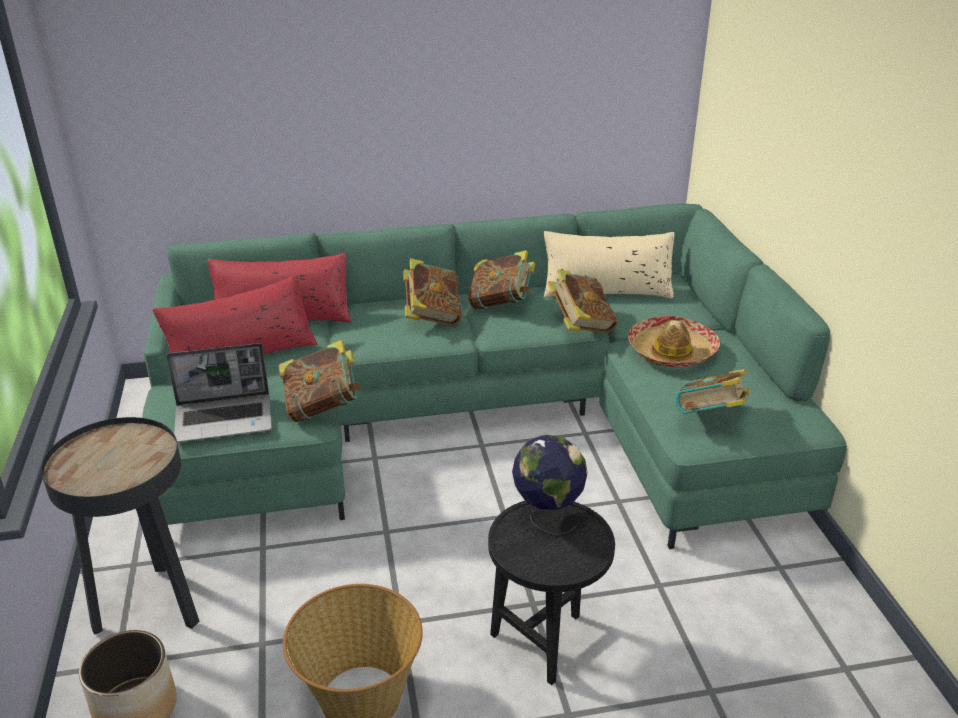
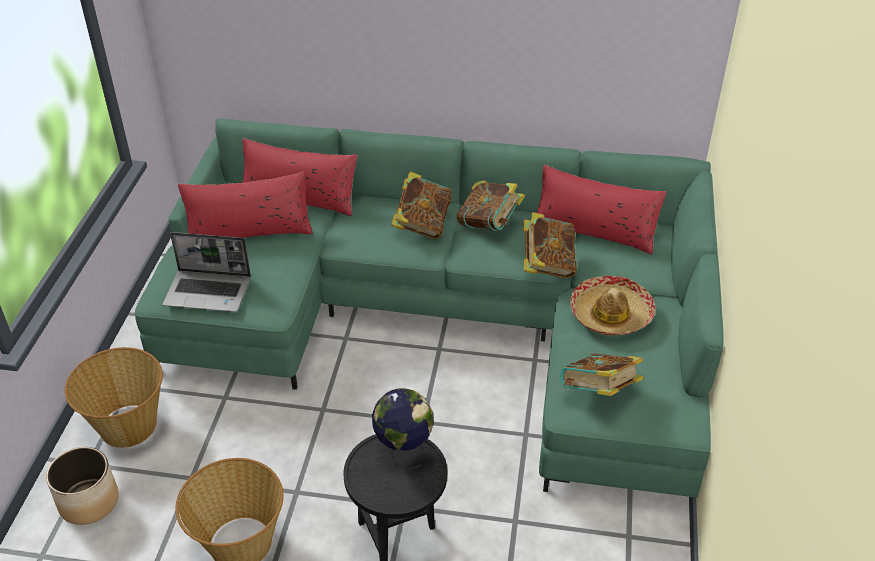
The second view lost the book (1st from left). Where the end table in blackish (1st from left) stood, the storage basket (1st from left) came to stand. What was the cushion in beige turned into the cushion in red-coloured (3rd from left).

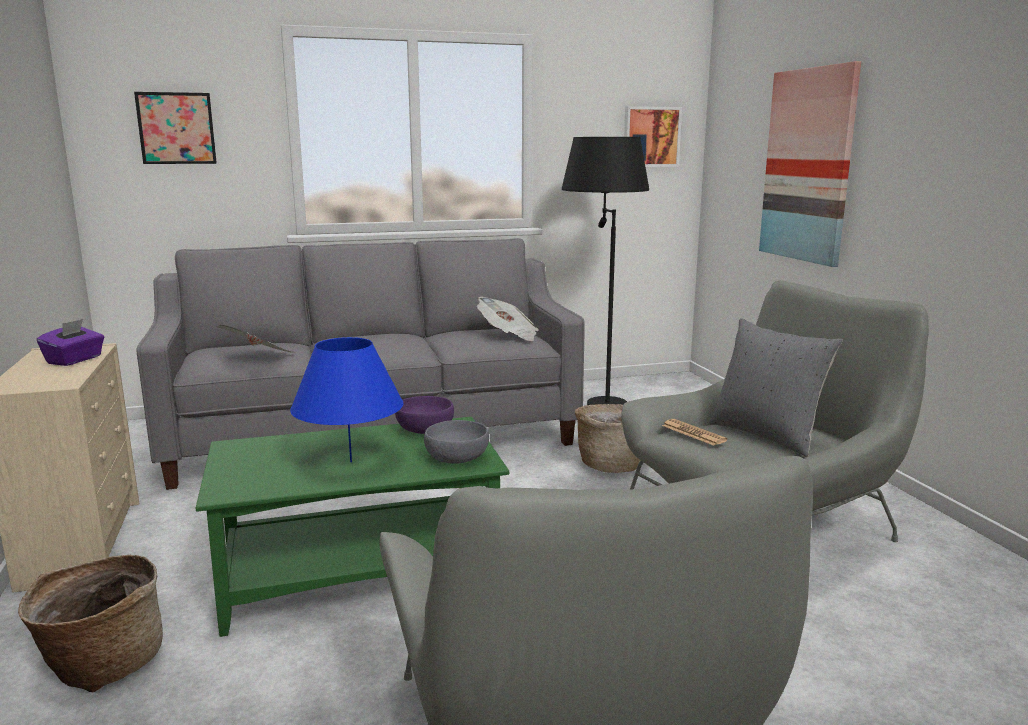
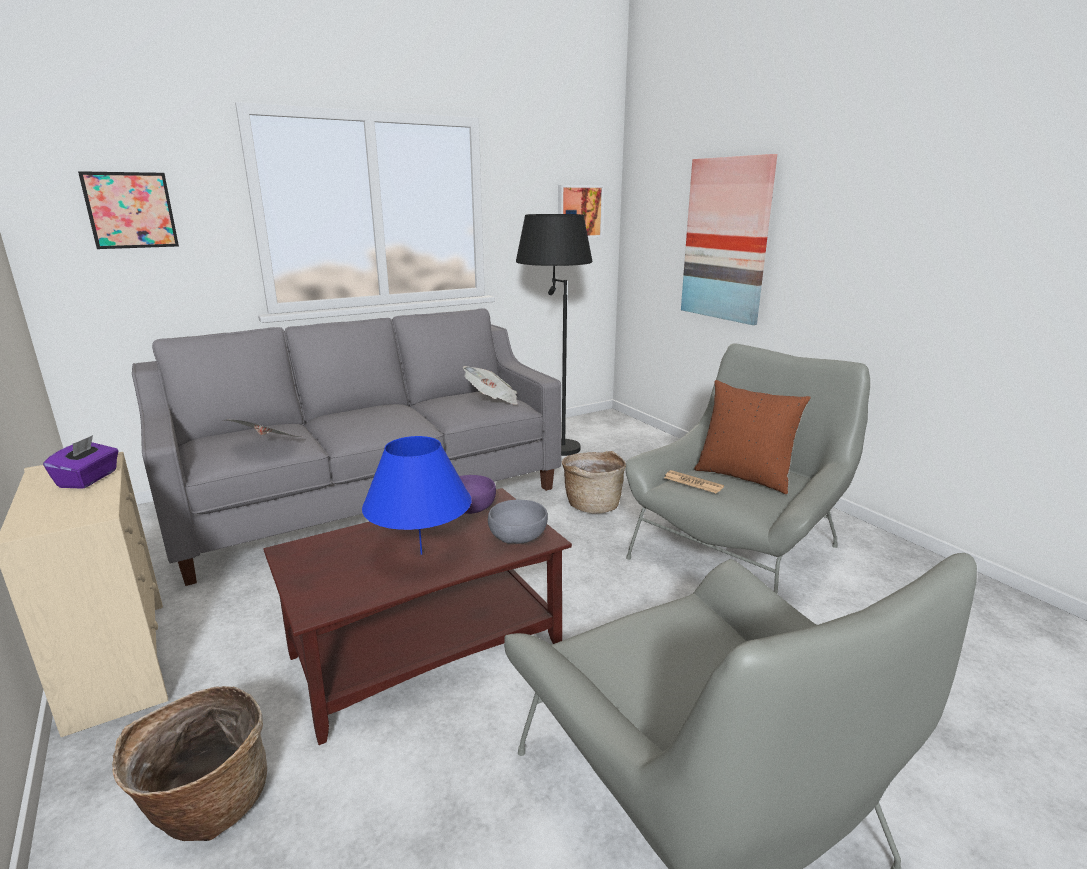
What was the lounge table in greenish turned into the lounge table in brown. What was the cushion in grey turned into the cushion in brown.

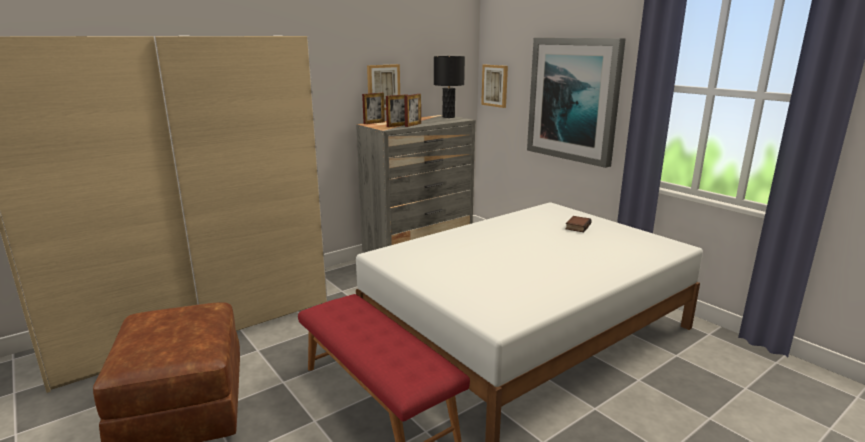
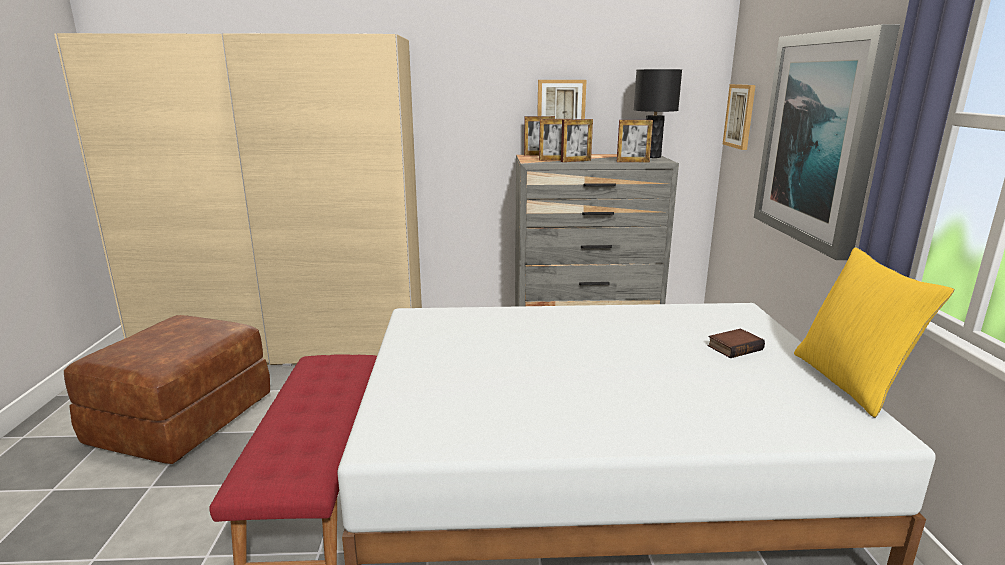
The second view gained the standing frame (4th from left). The second view gained the cushion in yellowish.

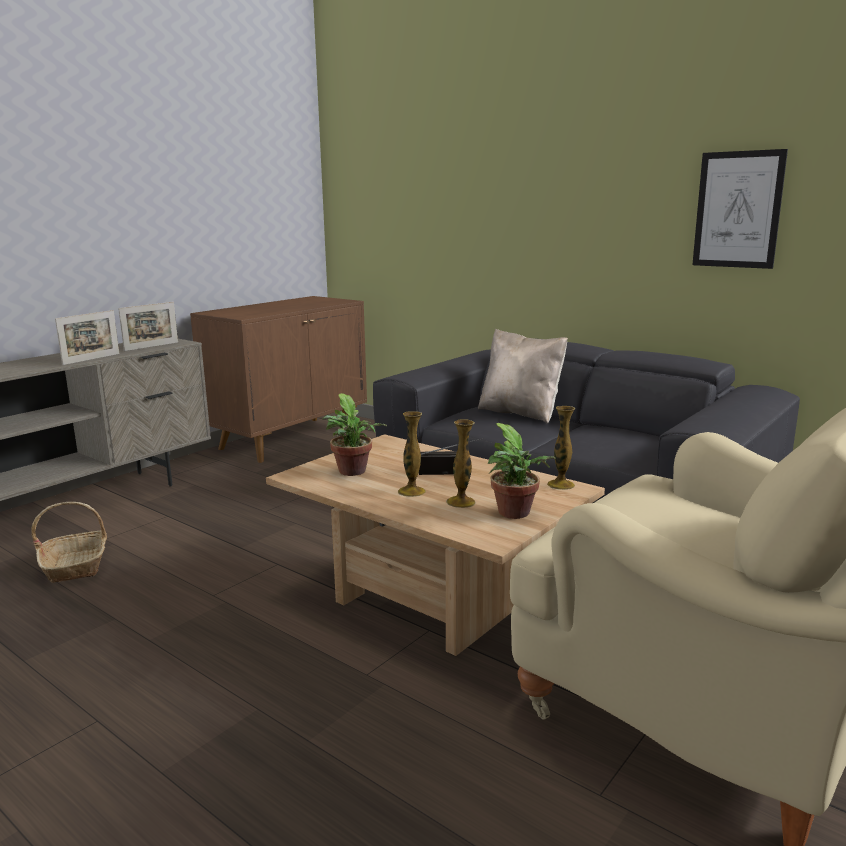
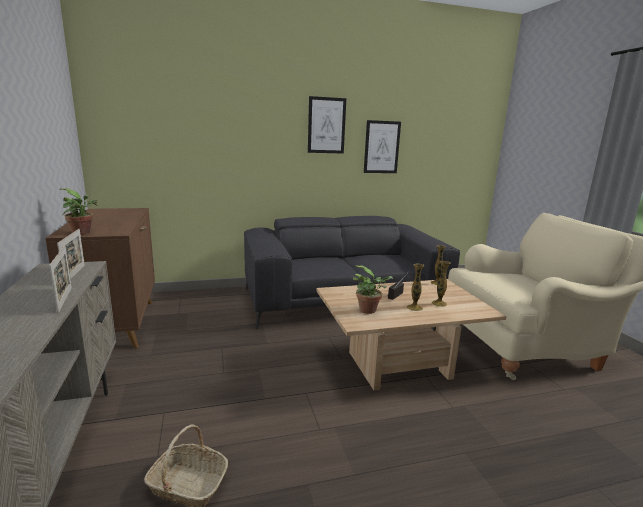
The second view lost the cushion in beige. The second view gained the wall art (1st from left). The houseplant (2nd from left in the first image) ended up elsewhere.

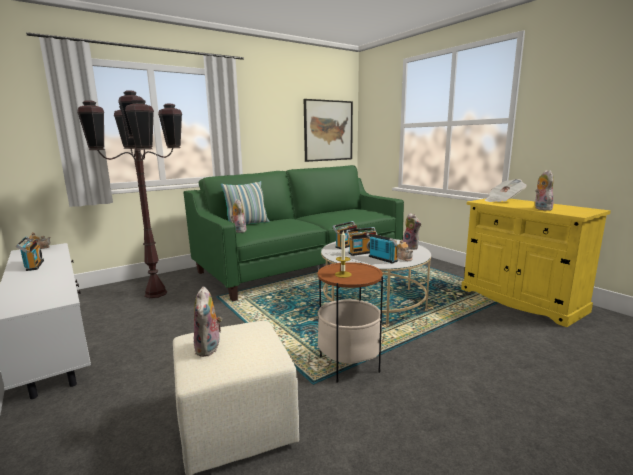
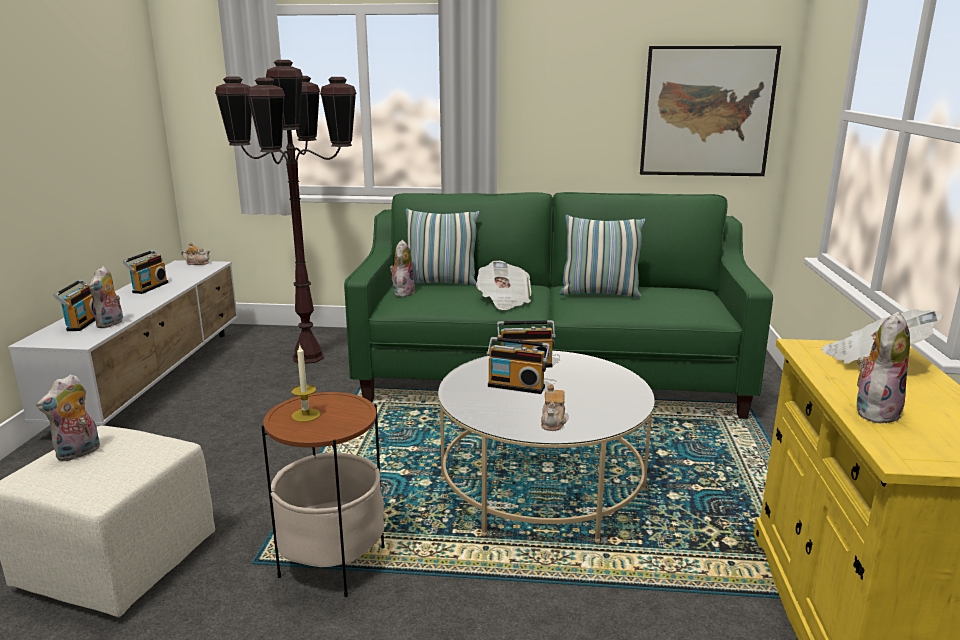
The second view gained the daily paper (1st from left). The second view gained the cushion (2nd from left). The radio set (4th from left in the first image) ended up elsewhere. The cuddly toy (3rd from left in the first image) ended up elsewhere.

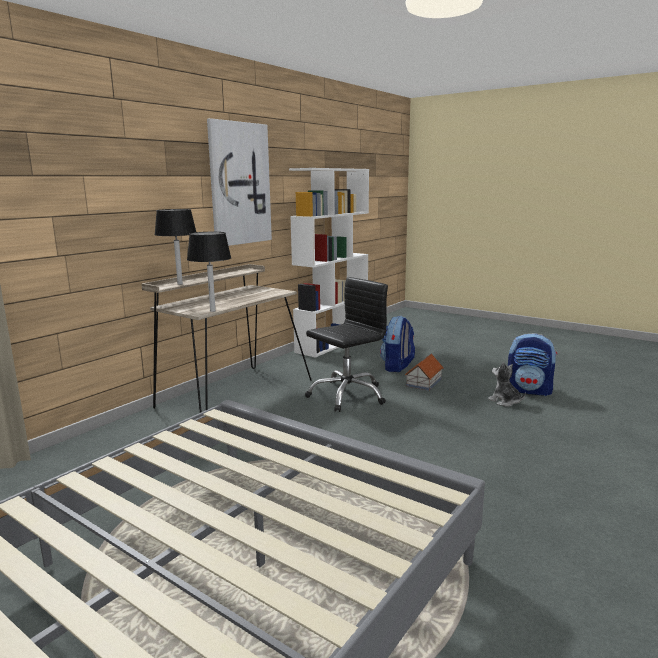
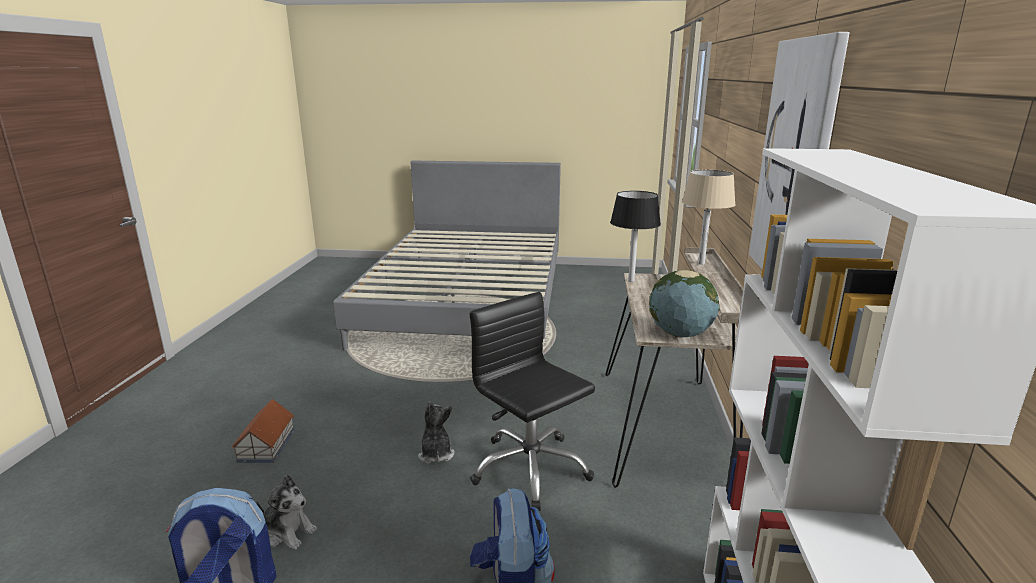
The second view gained the cuddly toy (2nd from left). The second view gained the world globe. The miniature house ended up elsewhere. What was the table lamp in blackish (1st from left) turned into the table lamp in beige. The office chair in blackish ended up facing another way, 120 degrees clockwise from before.

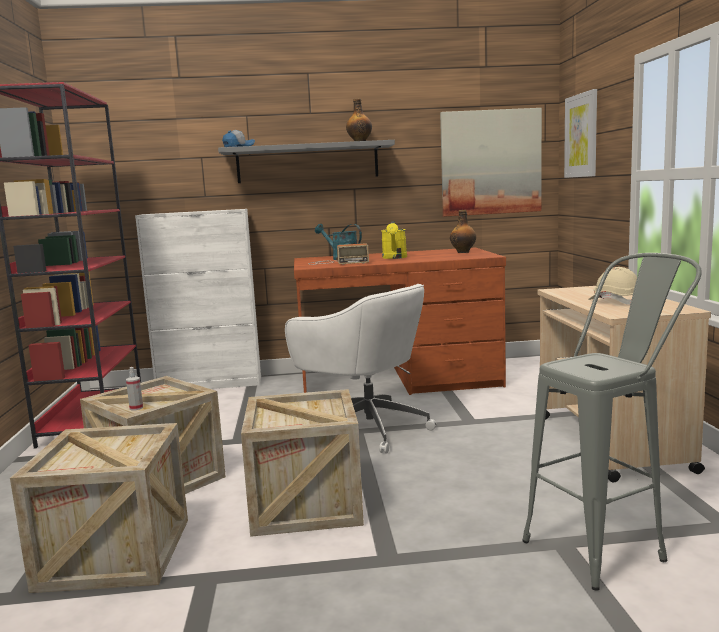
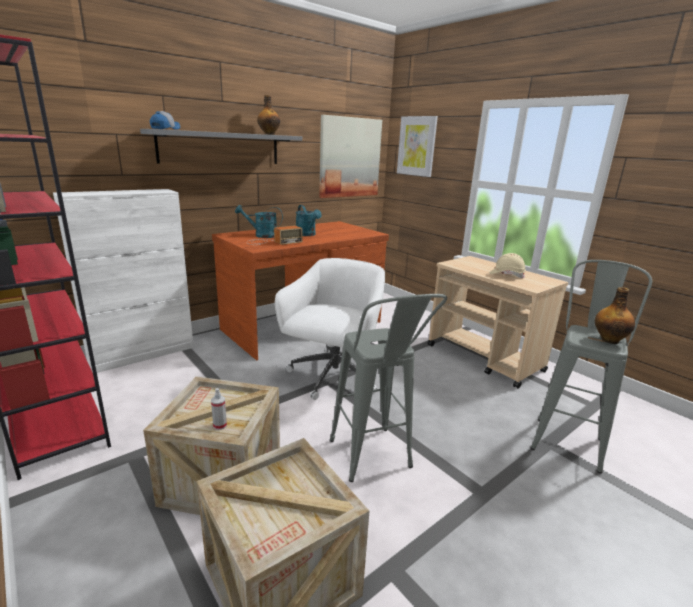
The drink bottle (2nd from left) ended up elsewhere. Where the shipping crate (3rd from left) stood, the stool in grey (1st from left) came to stand. What was the watering pot in yellowish turned into the watering pot in turquoise (2nd from left). The office chair in white-coloured ended up facing another way, 75 degrees counterclockwise from before.

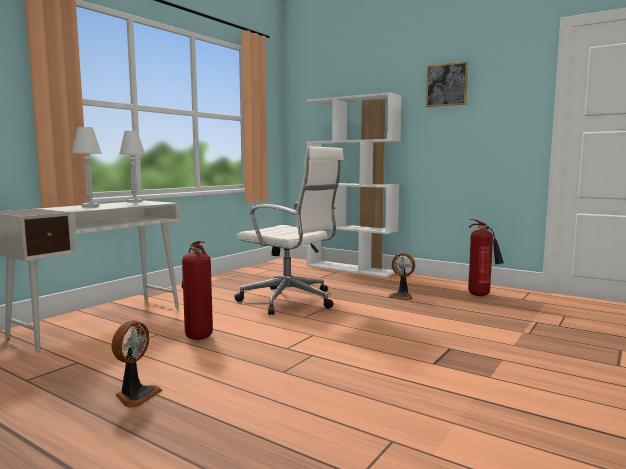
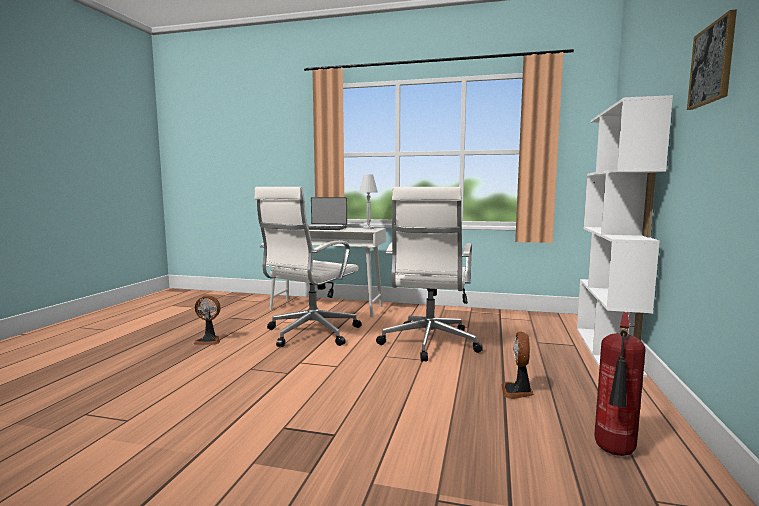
Where the table lamp in white-coloured (1st from left) stood, the portable computer came to stand. Where the fire extinguisher (1st from left) stood, the office chair in white-coloured (1st from left) came to stand.

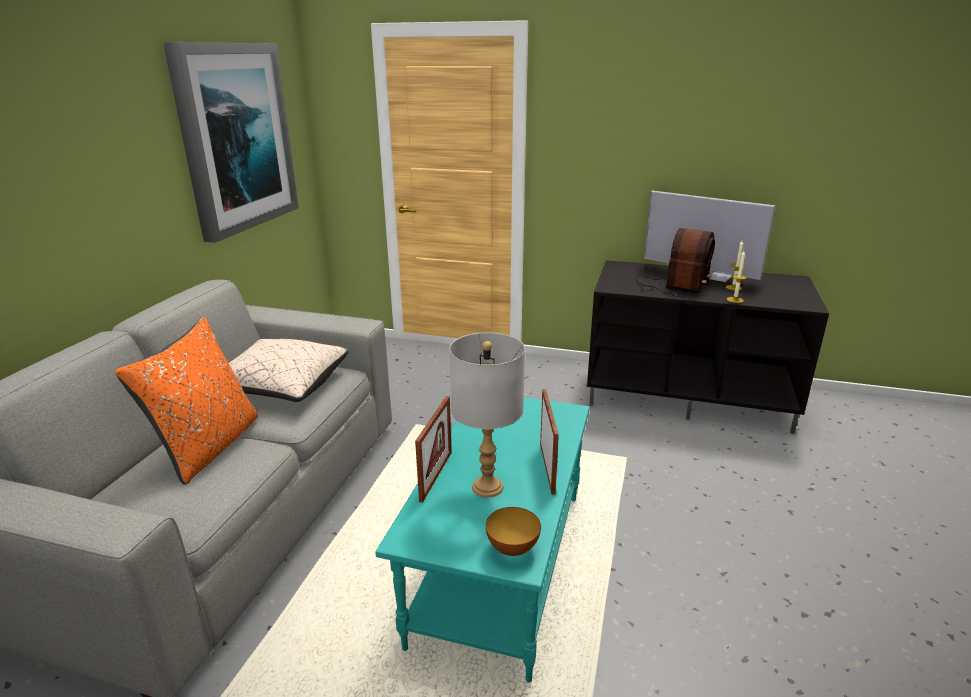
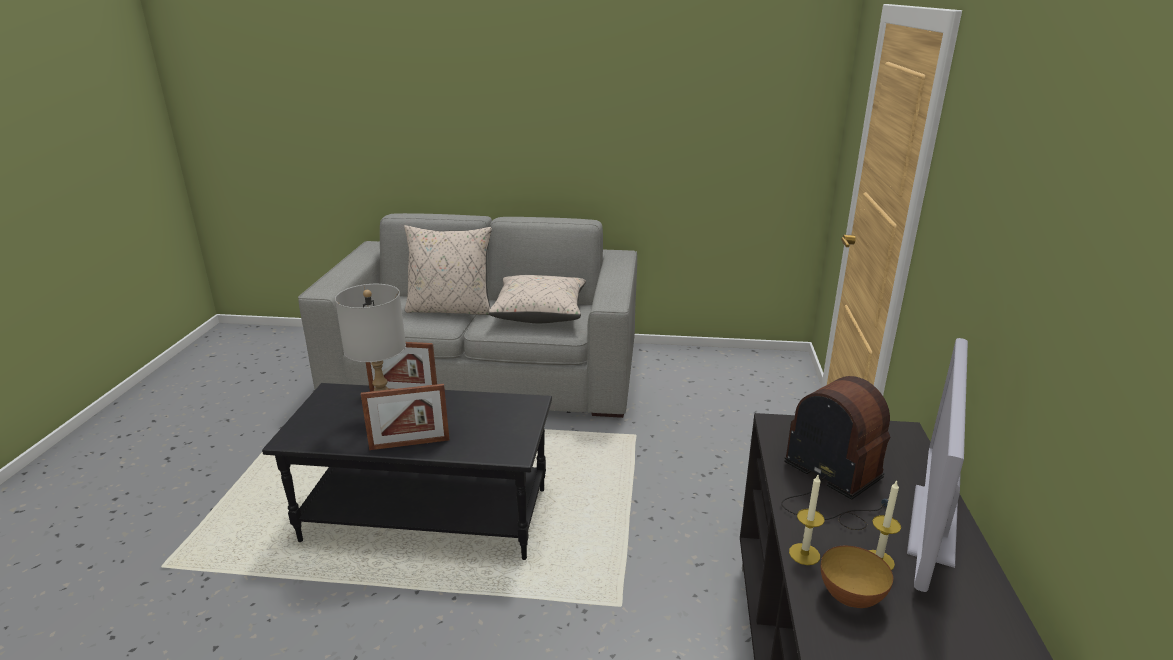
The second view lost the wall art. The bowl ended up elsewhere. What was the cushion in orangey turned into the cushion in beige (1st from left). What was the lounge table in turquoise turned into the lounge table in blackish. The radio set ended up facing another way, 150 degrees counterclockwise from before.

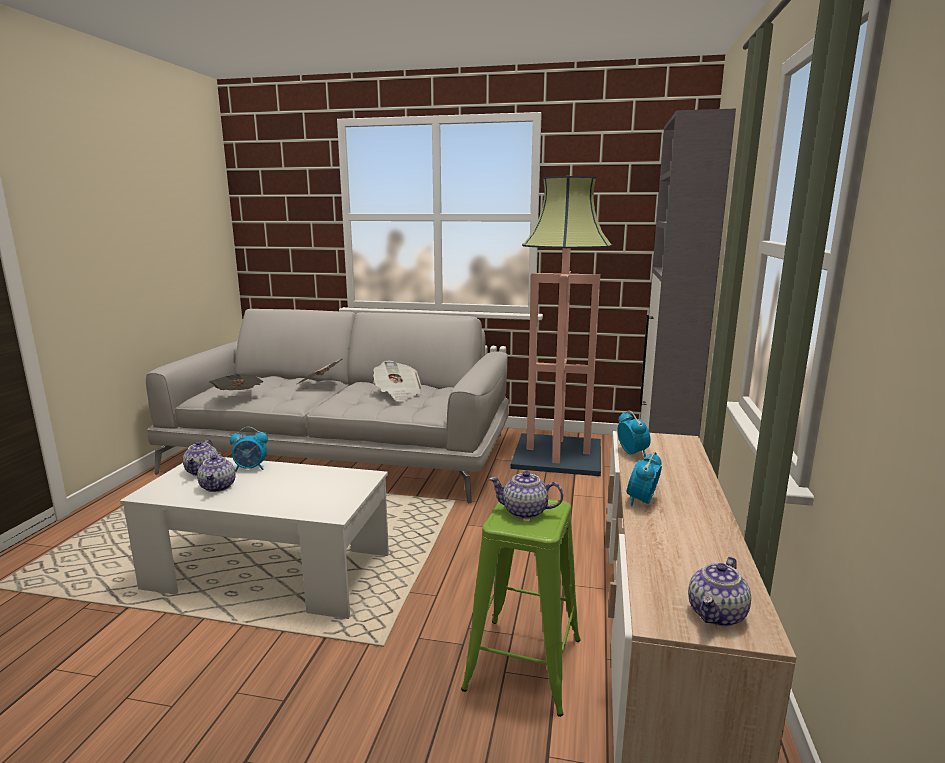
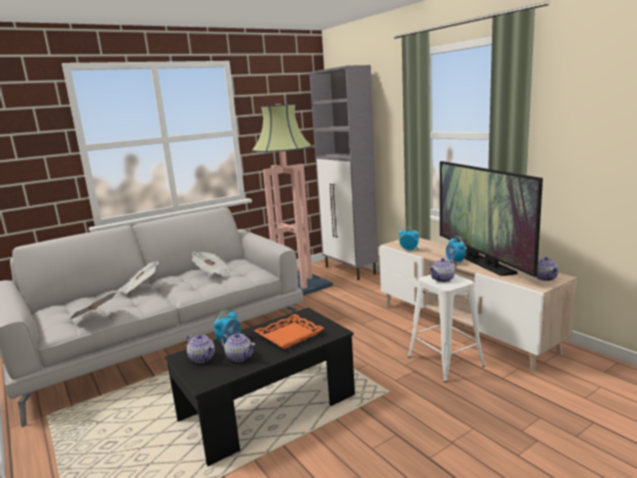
The second view gained the tray in orangey. The second view gained the television. What was the lounge table in white-coloured turned into the lounge table in blackish. What was the stool in greenish turned into the stool in white-coloured.

